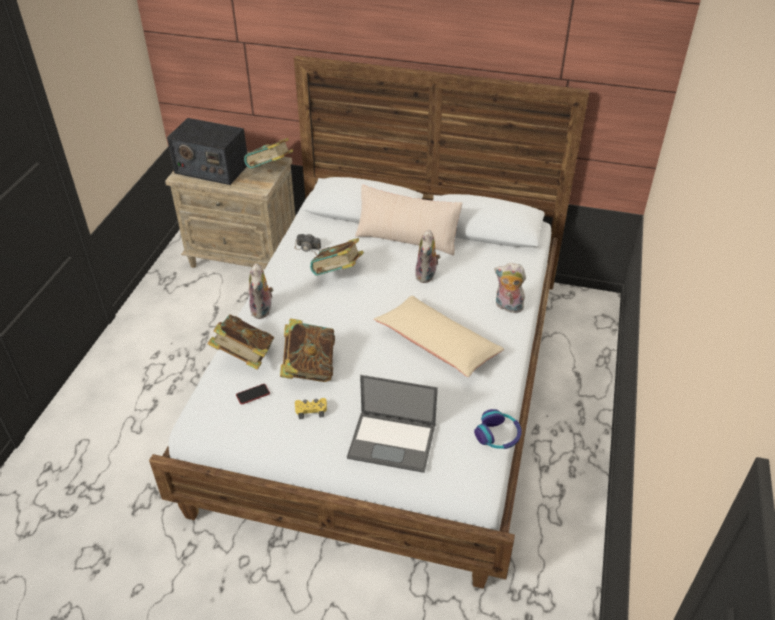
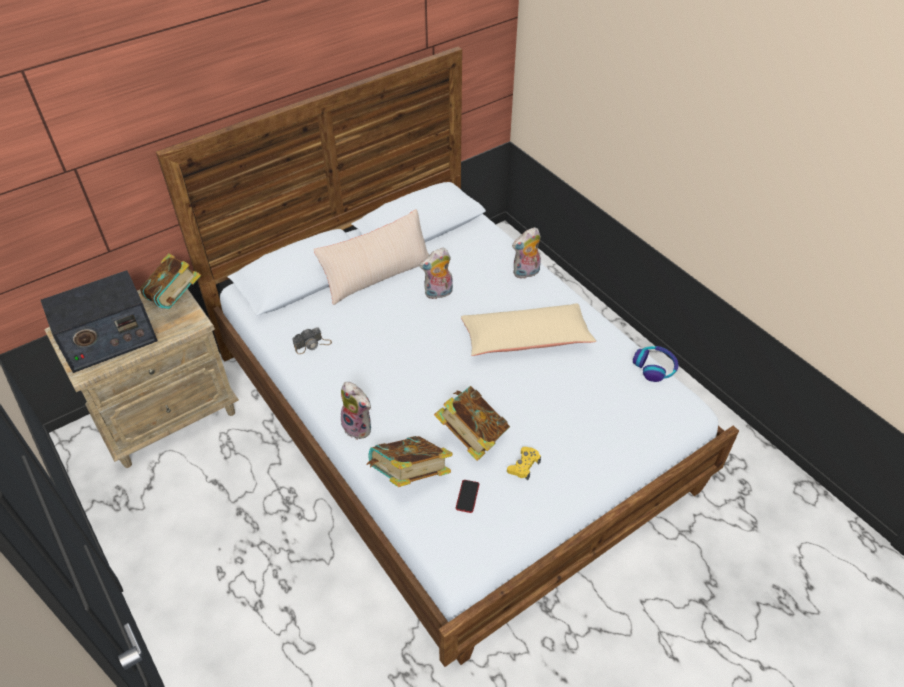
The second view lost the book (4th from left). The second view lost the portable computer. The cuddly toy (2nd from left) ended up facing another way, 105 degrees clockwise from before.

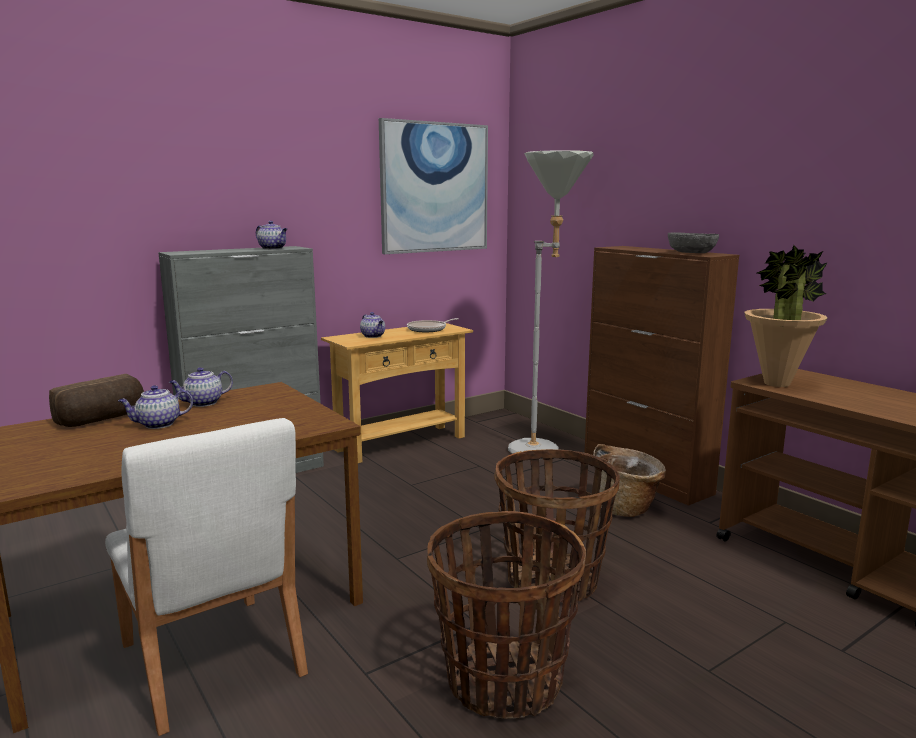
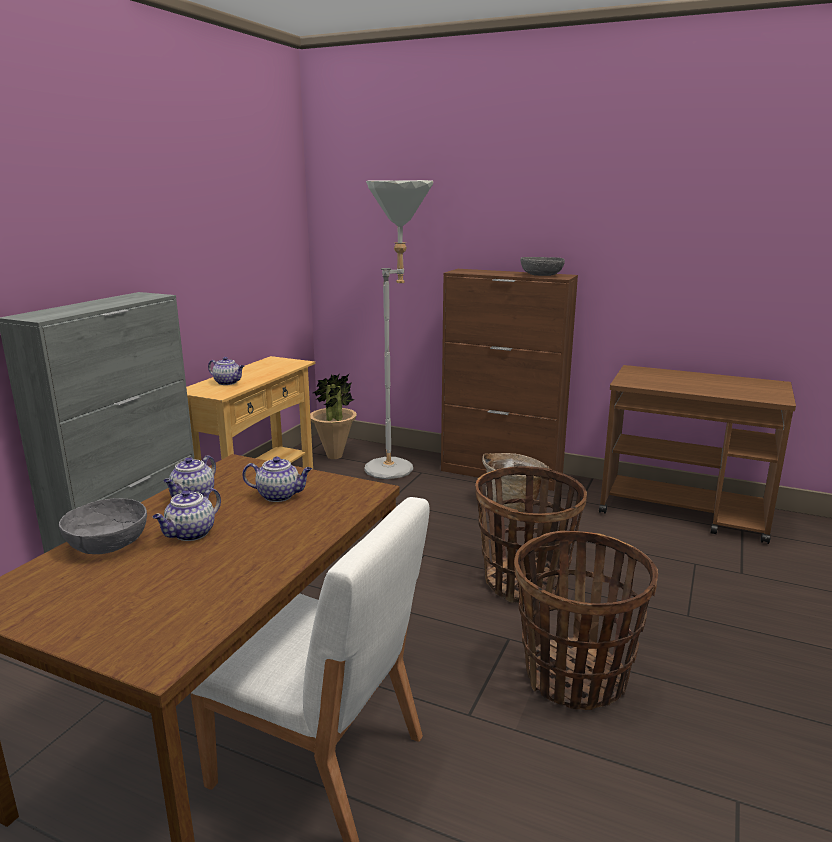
The second view lost the wall art. The second view lost the skillet. The pot for tea (3rd from left in the first image) ended up elsewhere. The houseplant ended up elsewhere. Where the bread stood, the bowl in grey (1st from left) came to stand.

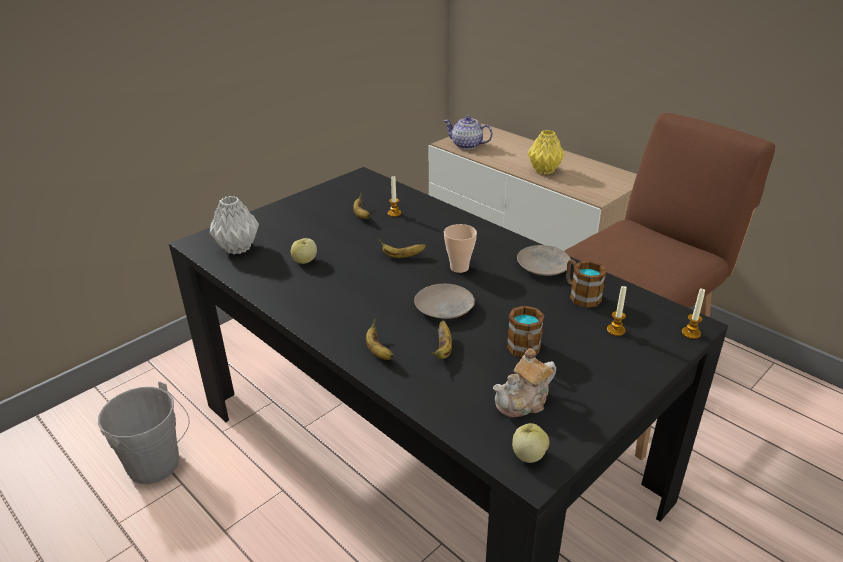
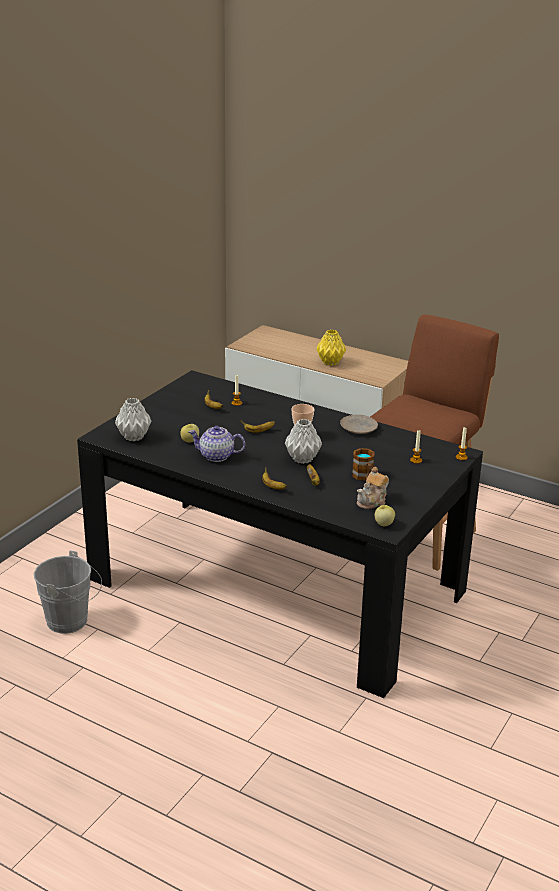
The second view lost the mug (2nd from left). The pot for tea (1st from left) ended up elsewhere. Where the plate in beige (1st from left) stood, the decorative vase in grey (2nd from left) came to stand.

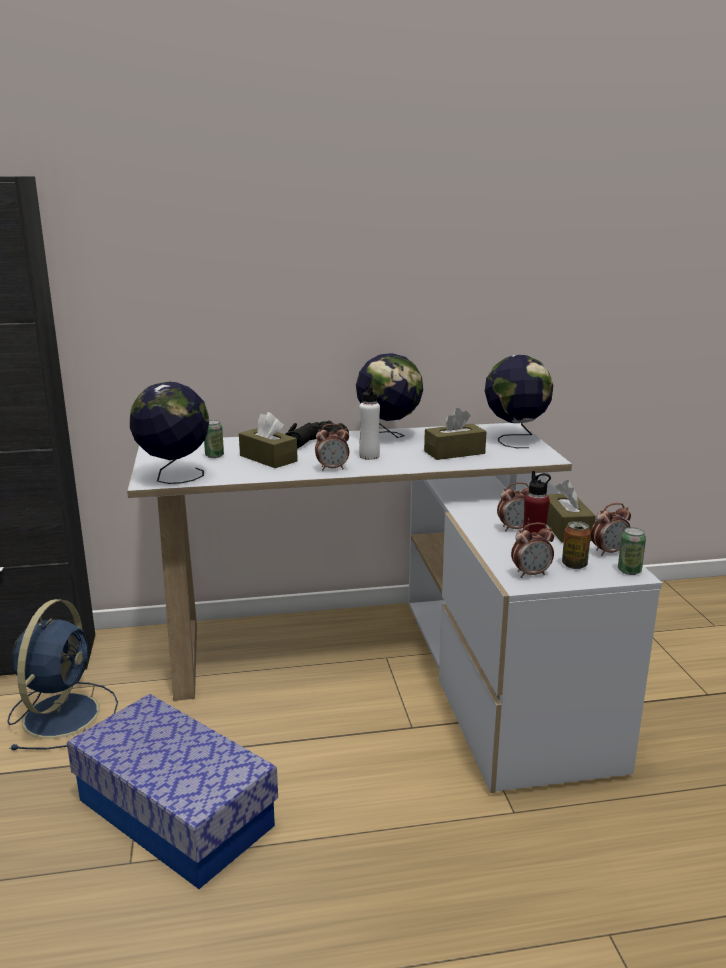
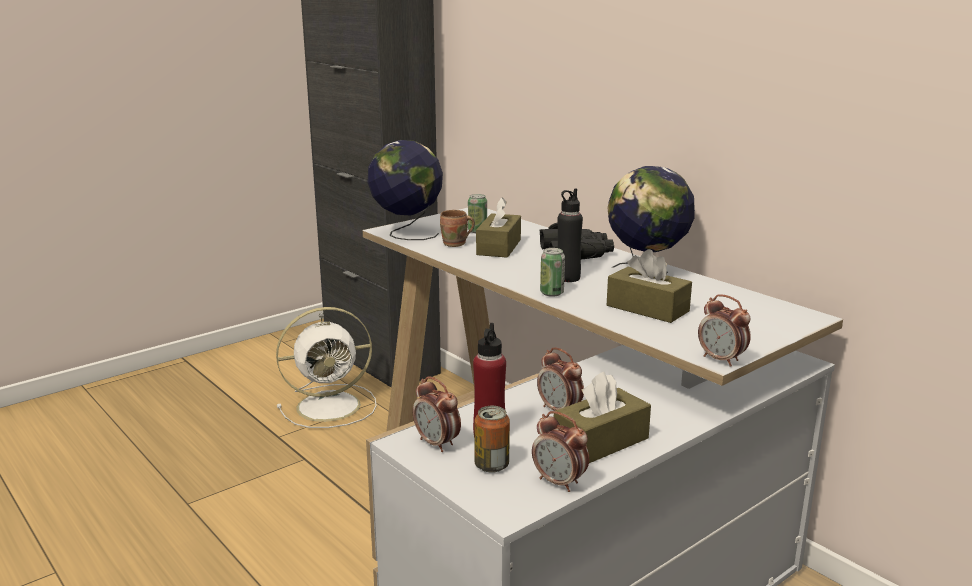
The second view lost the storage box. The second view lost the world globe (3rd from left). The second view gained the mug in brown. The bedside clock (1st from left in the first image) ended up elsewhere. The sealed can (3rd from left) ended up elsewhere. What was the electric fan in bluish turned into the electric fan in white-coloured. What was the drink bottle in white-coloured turned into the drink bottle in blackish.

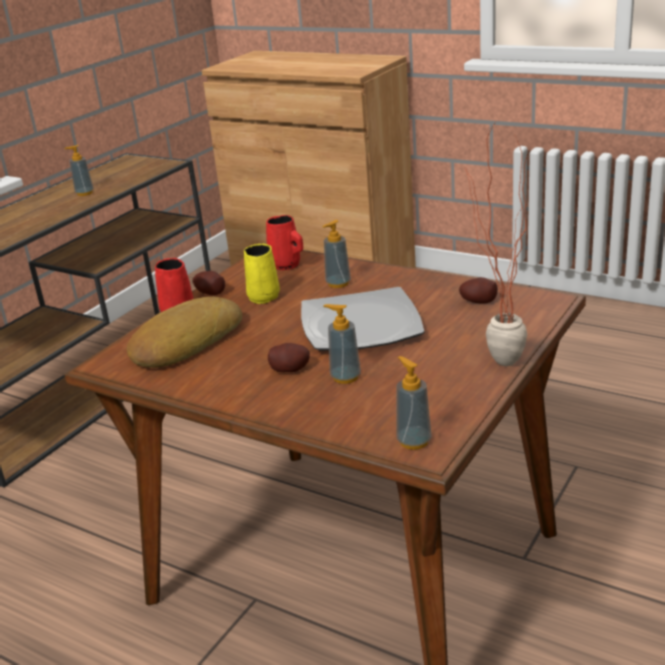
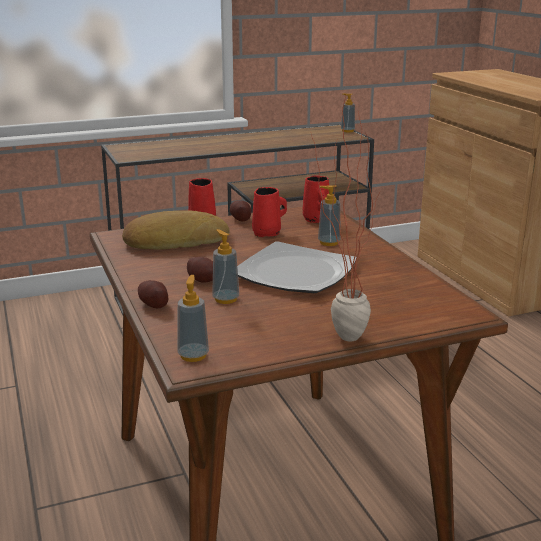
The soap bottle (1st from left in the first image) ended up elsewhere. The spud (3rd from left in the first image) ended up elsewhere. What was the mug in yellowish turned into the mug in red-coloured (2nd from left).

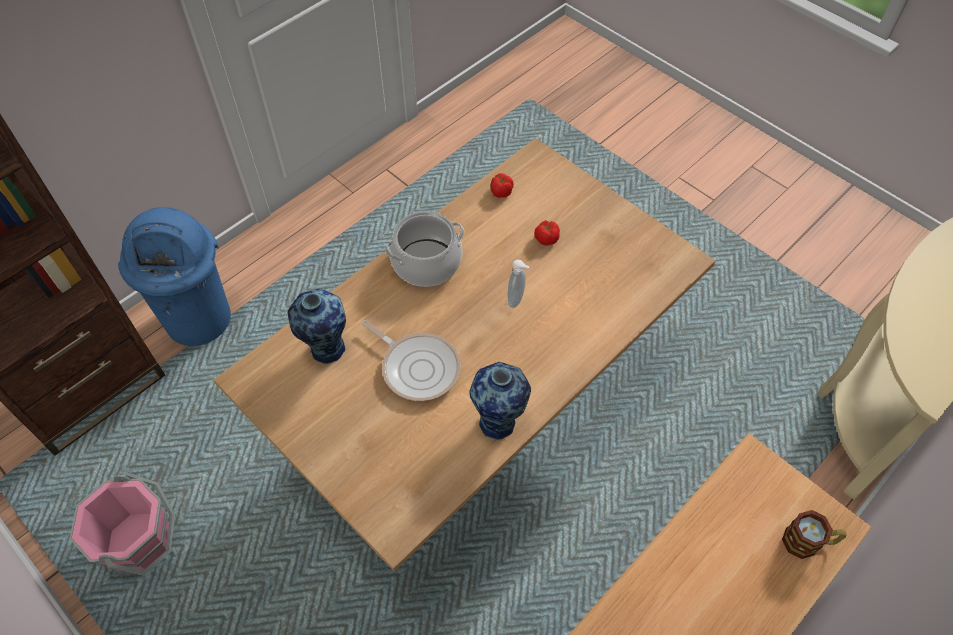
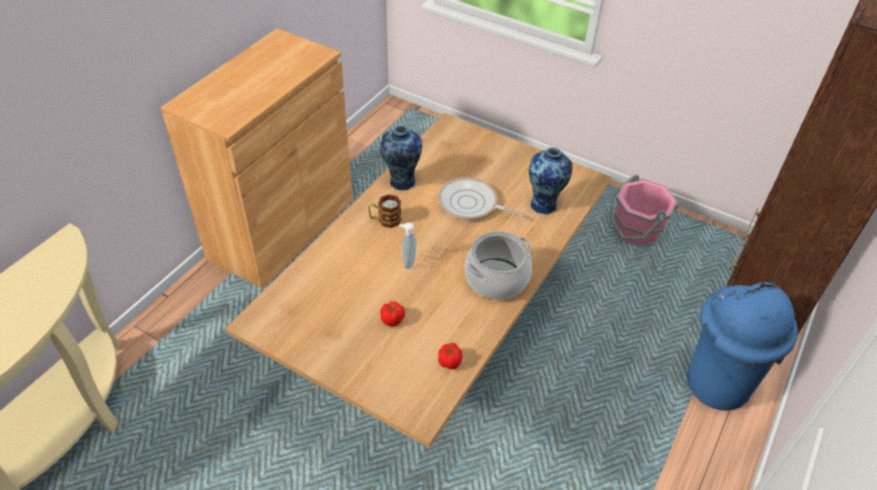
The mug ended up elsewhere.

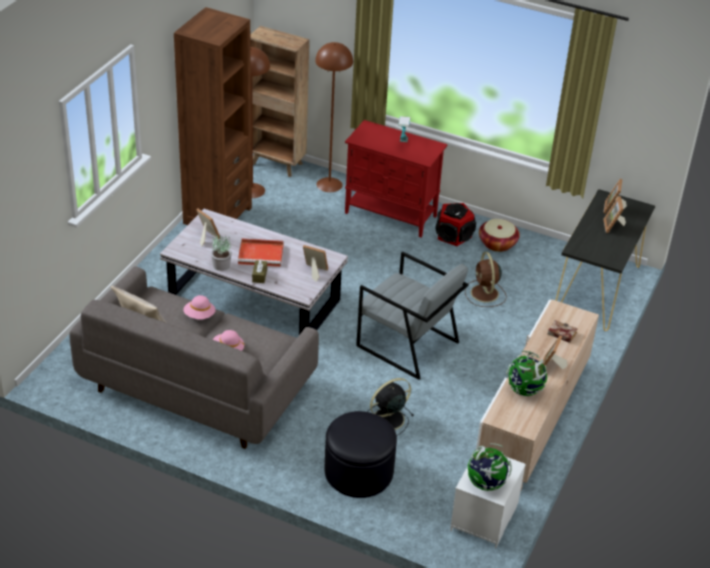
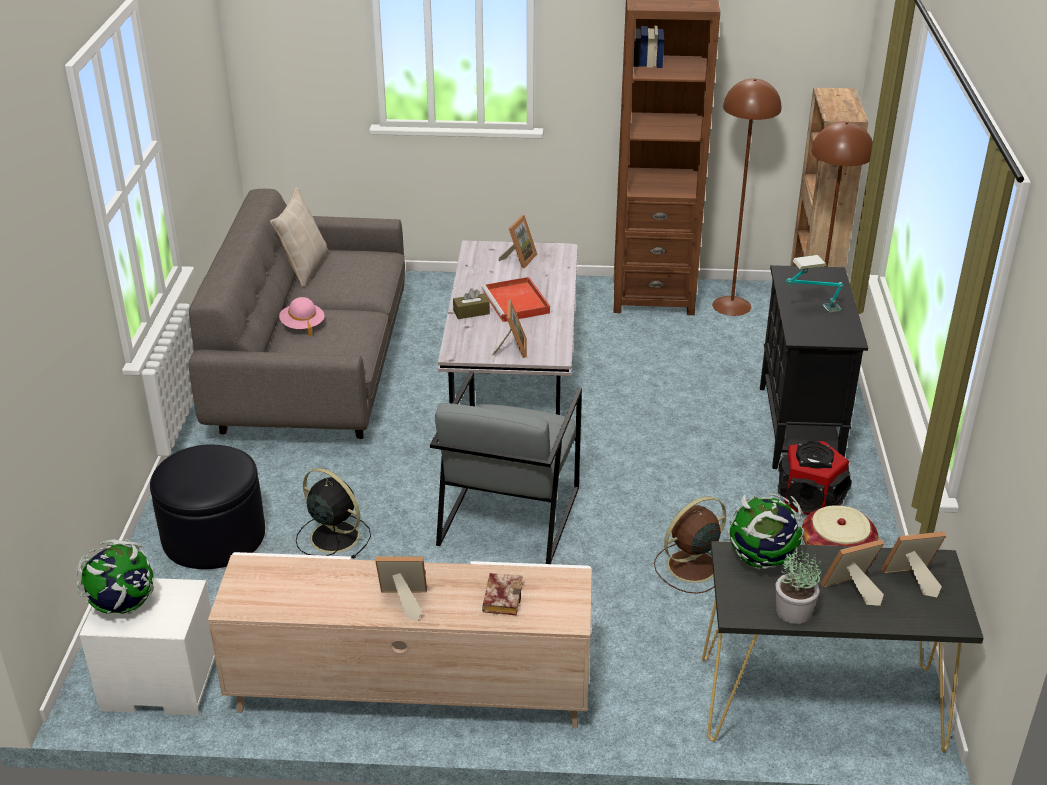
The second view lost the hat in pink (1st from left). The houseplant ended up elsewhere. The world globe (2nd from left) ended up elsewhere. What was the cupboard in red-coloured turned into the cupboard in blackish.

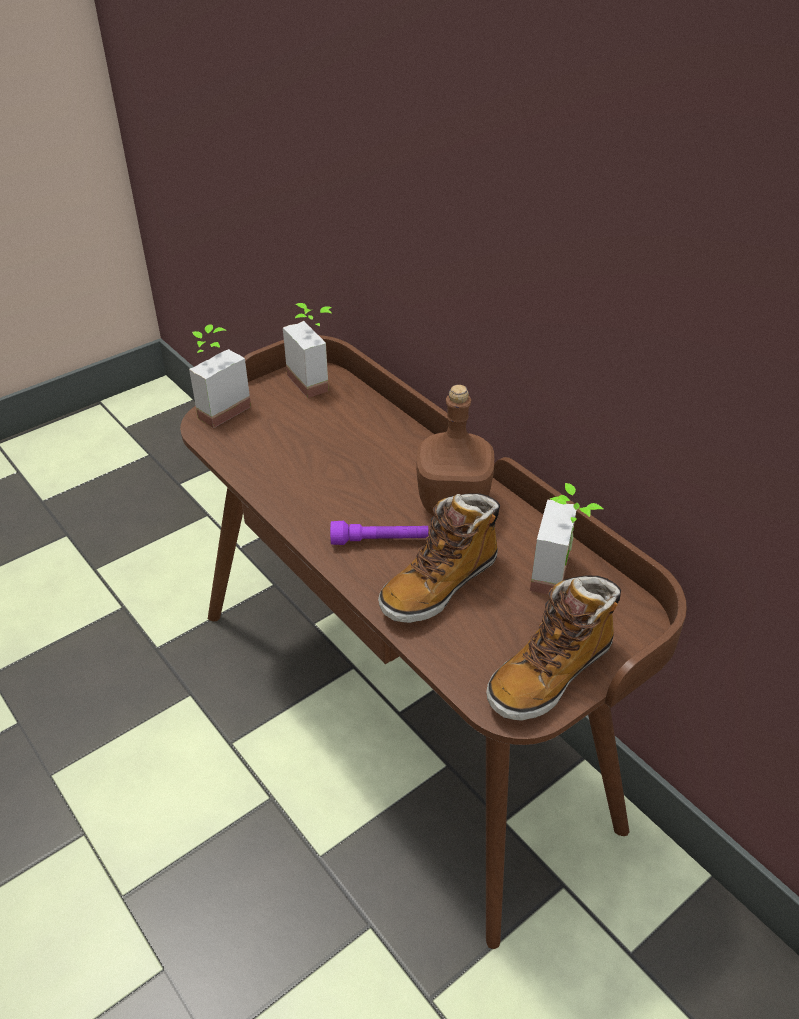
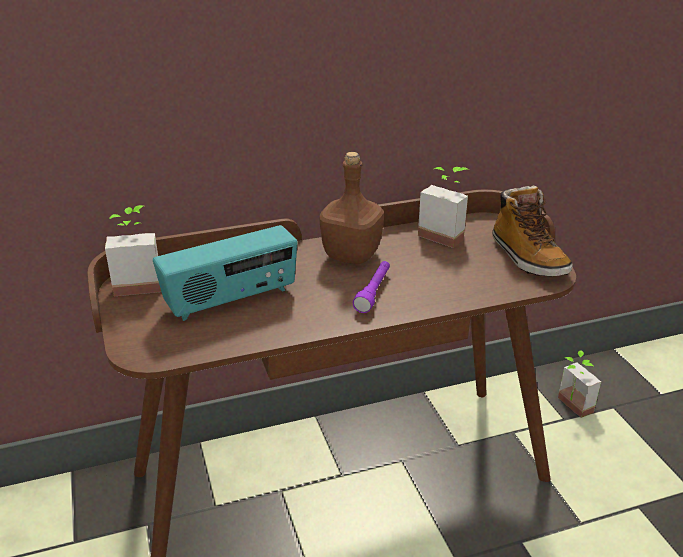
The second view lost the high-top boot (1st from left). The second view gained the radio set. The houseplant (1st from left in the first image) ended up elsewhere.

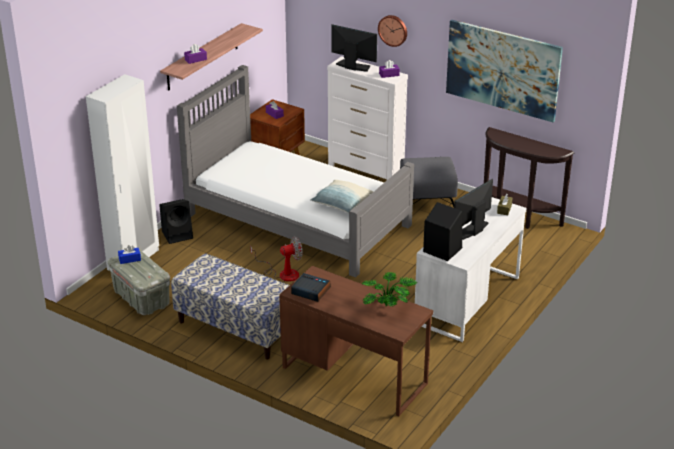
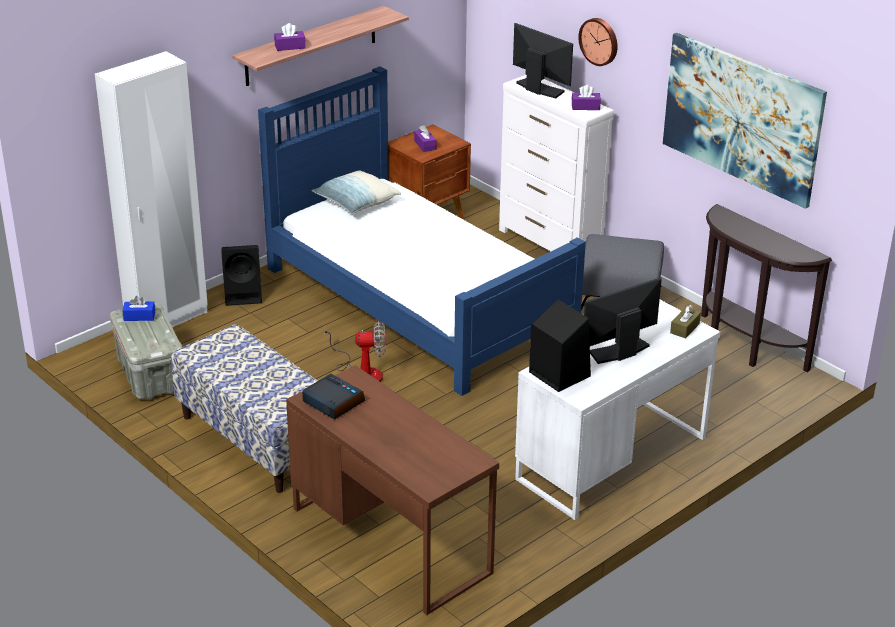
The second view lost the houseplant. The cushion ended up elsewhere. What was the bed in grey turned into the bed in bluish.

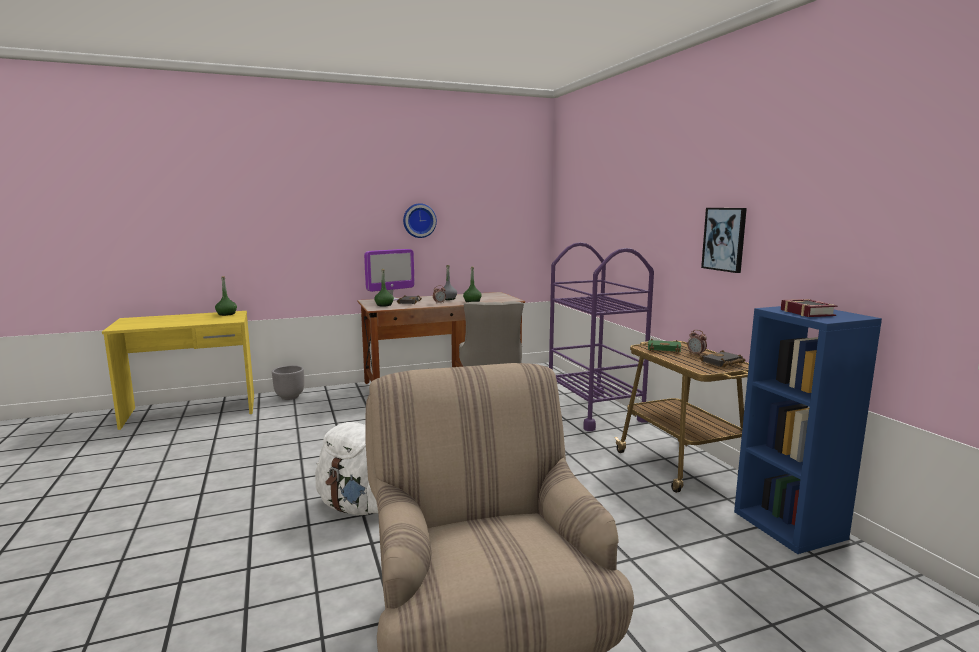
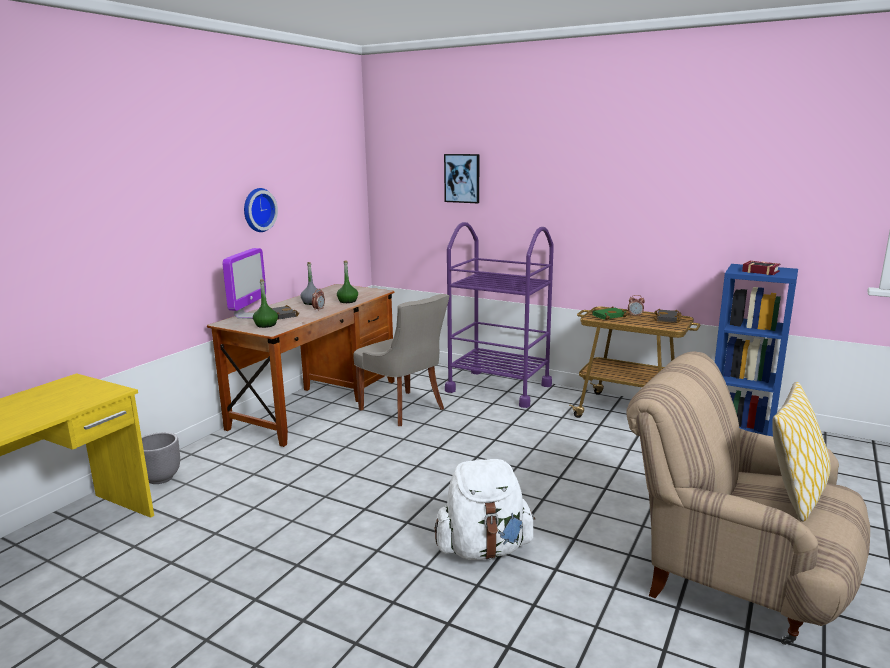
The second view lost the drink bottle in greenish (1st from left). The second view gained the cushion. The wall art ended up elsewhere.

